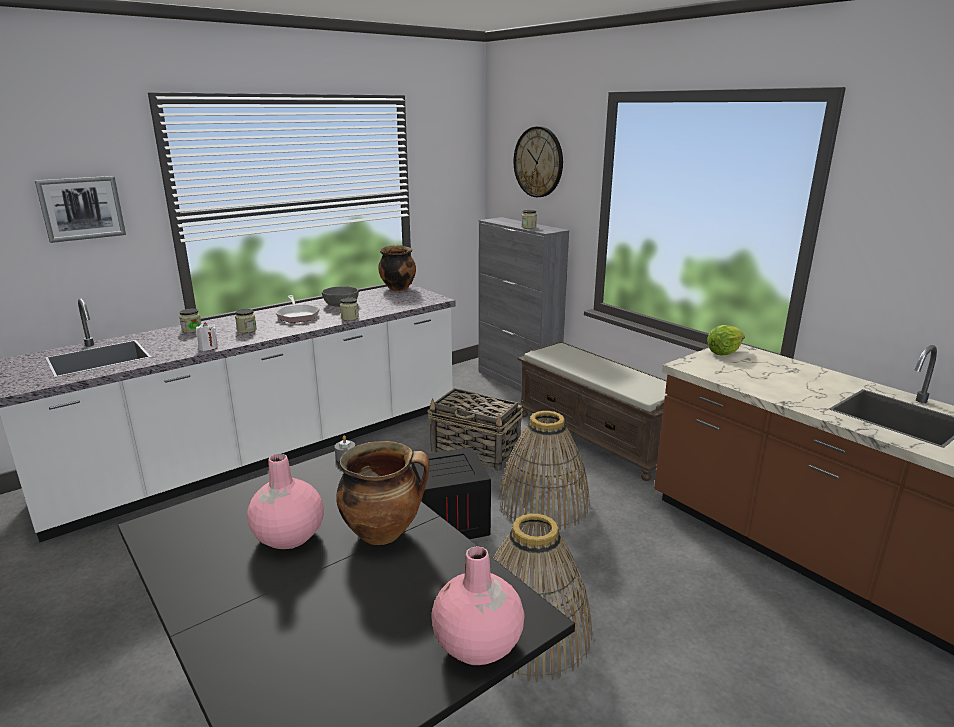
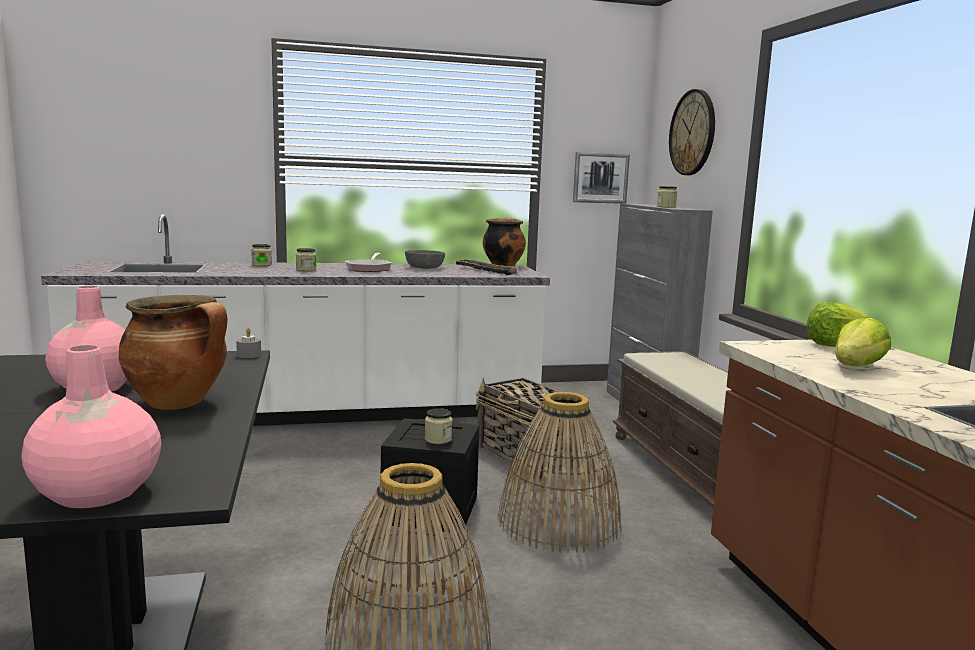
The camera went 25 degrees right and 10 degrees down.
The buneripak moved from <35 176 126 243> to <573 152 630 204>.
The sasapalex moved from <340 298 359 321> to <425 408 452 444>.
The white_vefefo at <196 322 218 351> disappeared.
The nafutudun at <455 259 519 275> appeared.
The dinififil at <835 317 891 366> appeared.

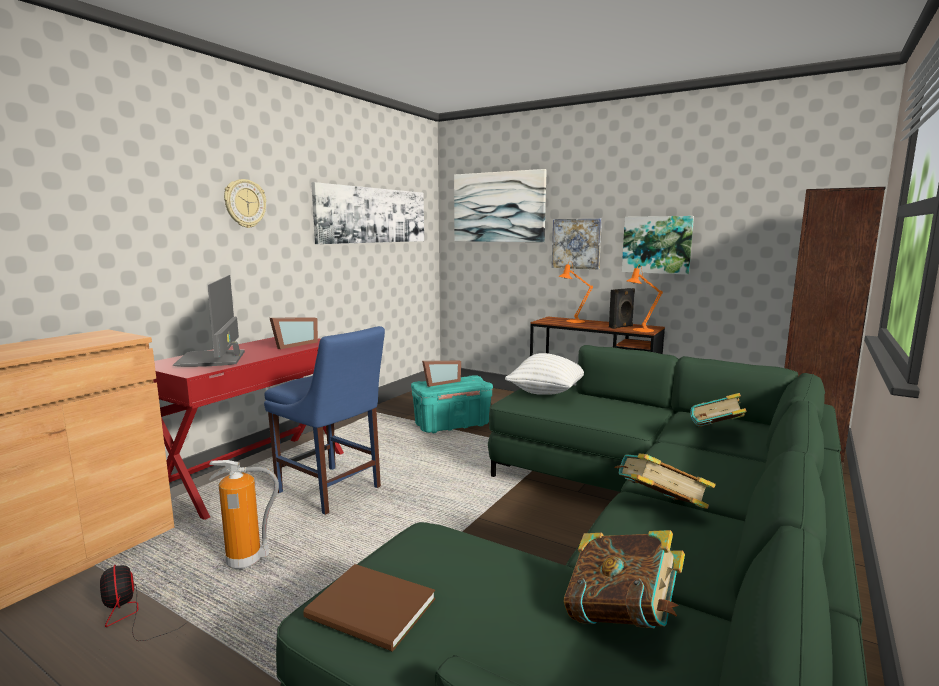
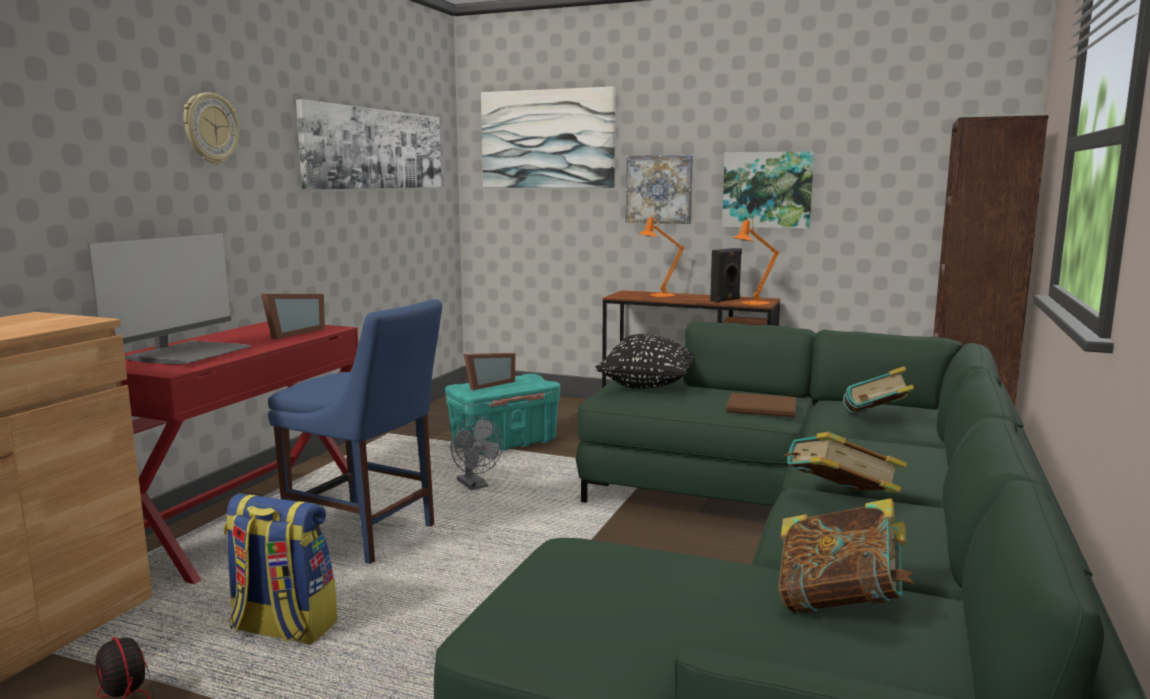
The camera went 10 degrees left and 0 degrees up.
The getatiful at <172 275 245 367> turned 135 degrees counterclockwise.
The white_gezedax at <505 353 584 395> became the black_gezedax at <595 334 695 389>.
The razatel at <209 460 279 569> was replaced by the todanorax at <224 494 337 645>.
The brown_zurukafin moved from <303 564 435 652> to <726 393 796 417>.
The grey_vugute at <451 416 503 490> appeared.

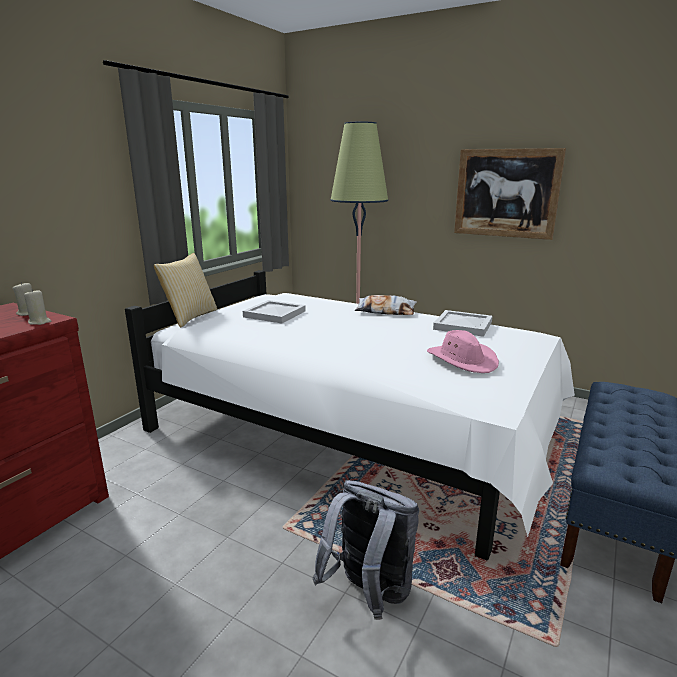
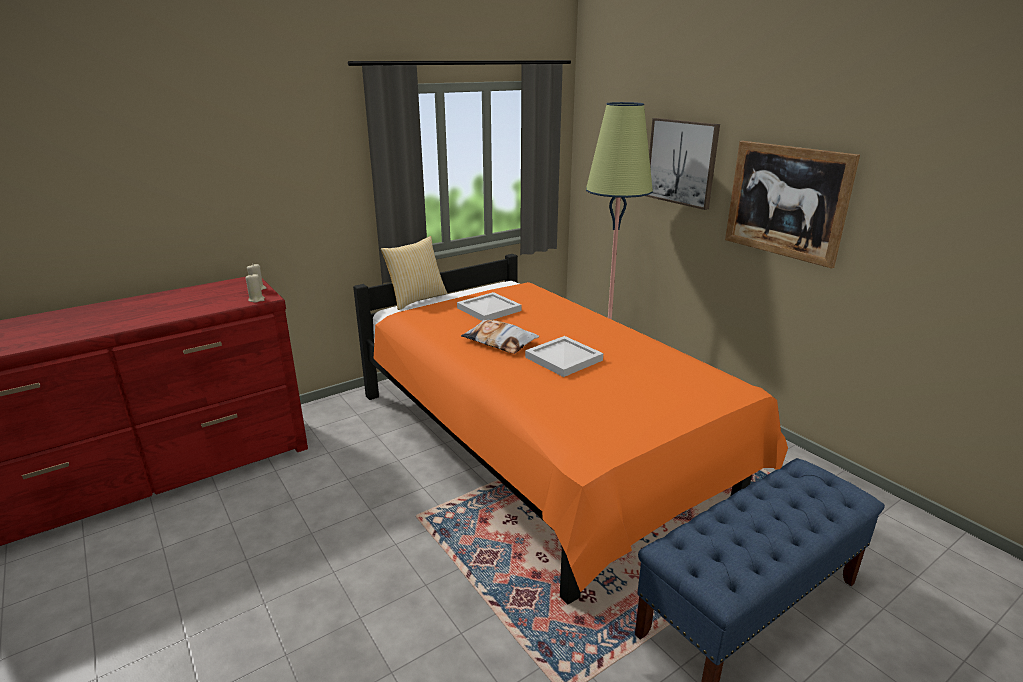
The camera went 25 degrees right and 5 degrees up.
The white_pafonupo at <125 270 575 560> became the orange_pafonupo at <353 254 788 604>.
The gezedax moved from <355 295 417 315> to <461 319 539 354>.
The white_nafutudun moved from <433 310 493 337> to <525 336 603 377>.
The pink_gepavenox at <427 330 499 373> disappeared.
The grey_todanorax at <313 480 419 620> disappeared.
The buneripak at <646 118 720 210> appeared.

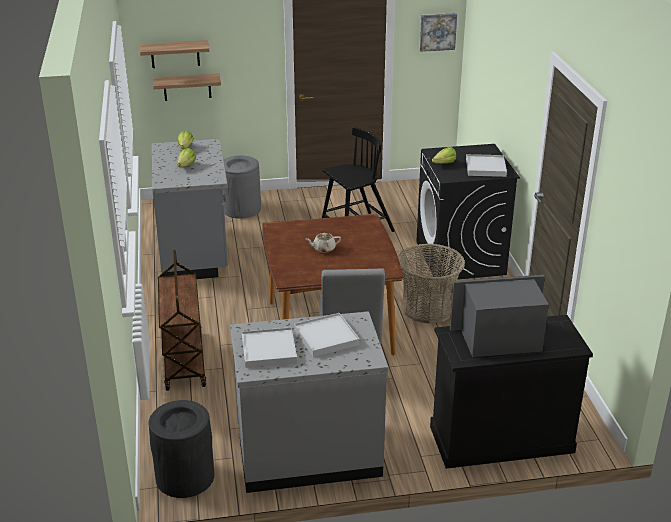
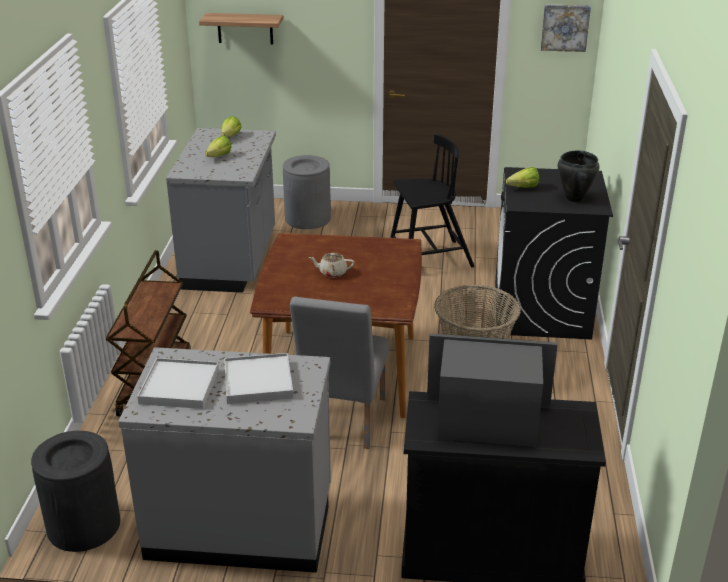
The camera went 15 degrees right and 0 degrees up.
The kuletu at <153 73 221 101> disappeared.
The white_nafutudun at <466 154 507 177> was replaced by the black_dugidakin at <557 151 599 202>.

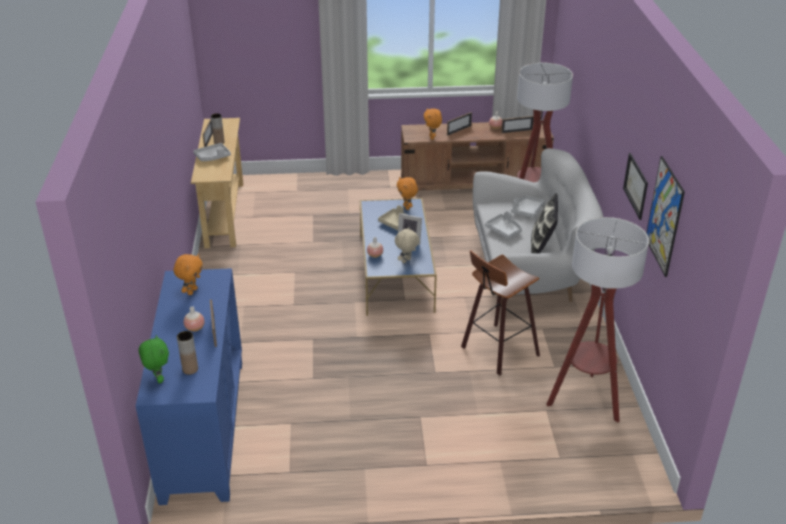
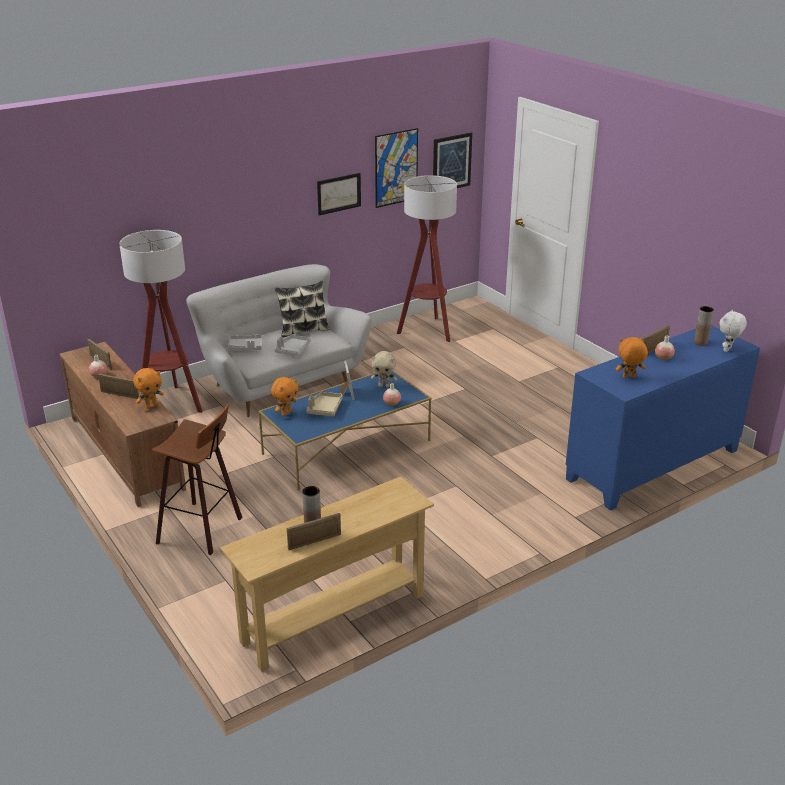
The camera went 120 degrees left and 5 degrees down.
The grey_nafutudun at <193 143 231 161> disappeared.
The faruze moved from <461 250 540 376> to <152 404 242 555>.
The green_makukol at <139 335 169 383> became the white_makukol at <720 310 747 352>.
The buneripak at <433 132 472 188> appeared.

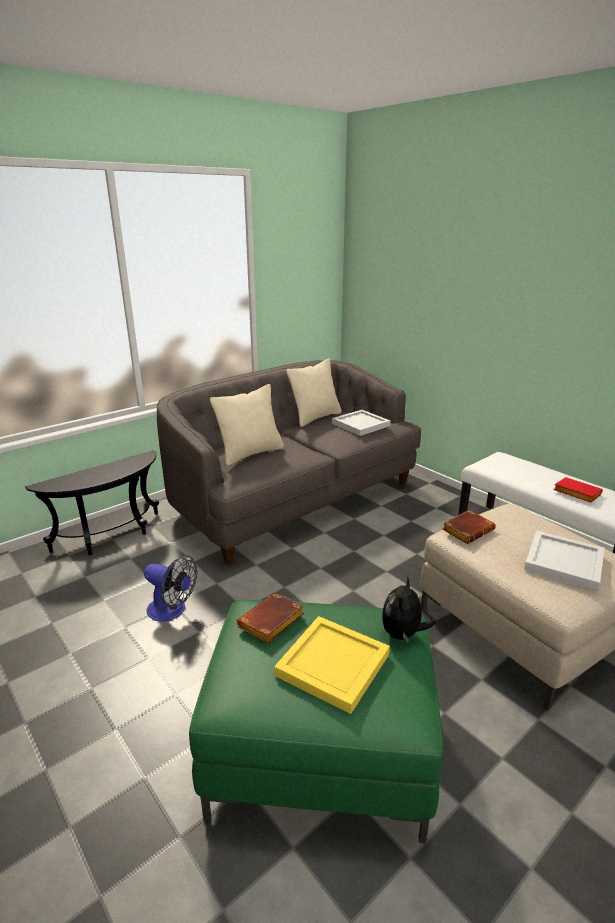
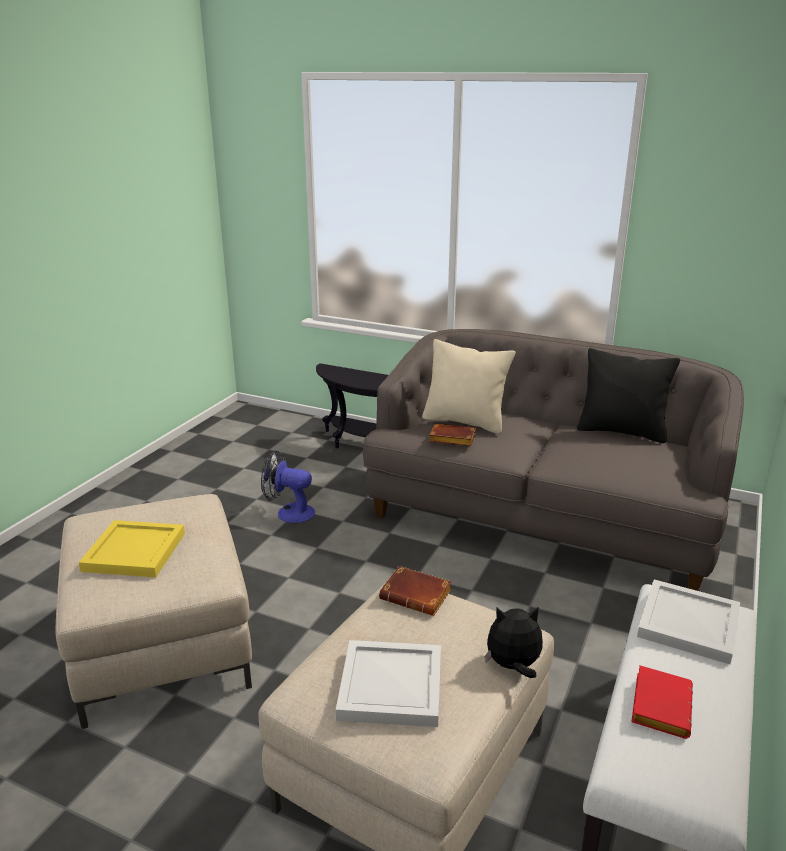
The camera went 65 degrees right and 0 degrees up.
The beige_gezedax at <286 358 342 427> became the black_gezedax at <577 348 680 443>.
The white_nafutudun moved from <332 410 390 436> to <637 579 740 664>.
The vugute at <144 555 197 622> turned 105 degrees clockwise.
The makukol moved from <382 576 435 644> to <485 607 543 678>.
The brown_zurukafin moved from <237 592 304 644> to <429 424 476 446>.
The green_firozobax at <189 600 443 844> became the beige_firozobax at <56 494 252 729>.

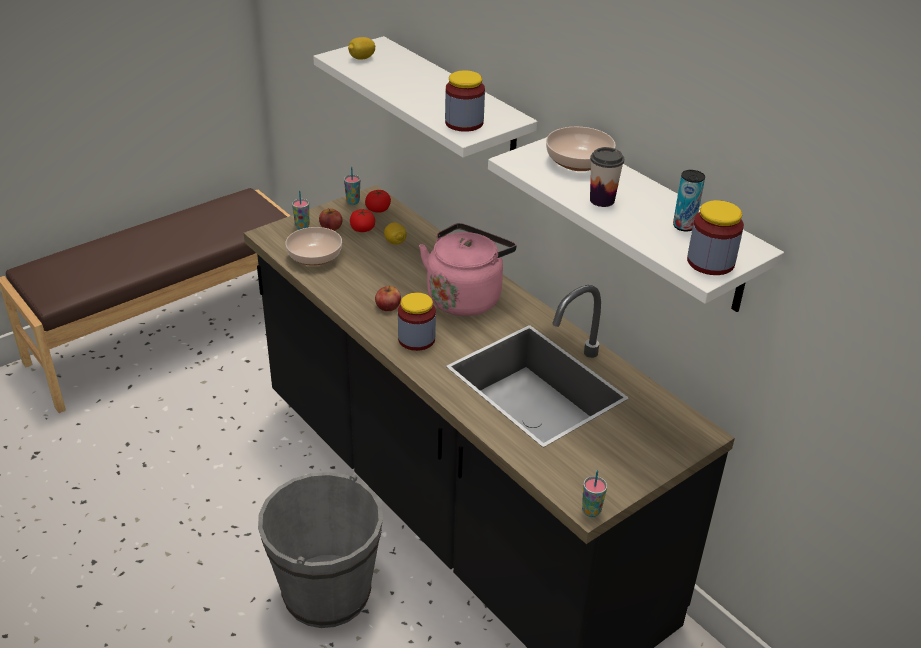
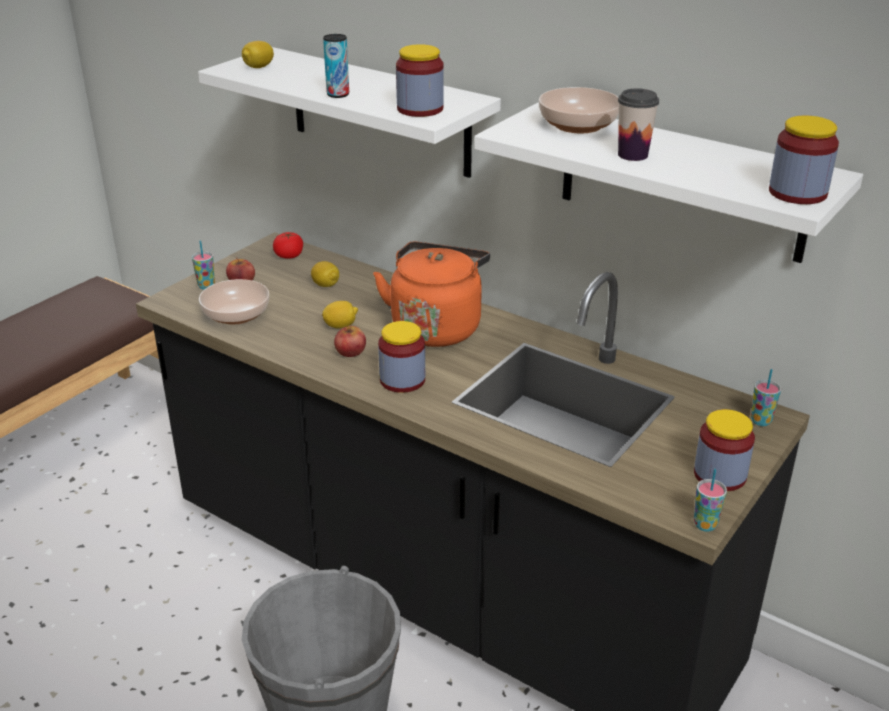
The camera went 15 degrees left and 5 degrees down.
The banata moved from <344 167 360 205> to <751 369 781 426>.
The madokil moved from <673 170 705 232> to <323 34 349 98>.
The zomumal at <350 209 375 232> disappeared.
The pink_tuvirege at <419 223 516 316> became the orange_tuvirege at <373 242 490 347>.
The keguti at <322 301 358 328> appeared.
The sasapalex at <694 409 755 491> appeared.

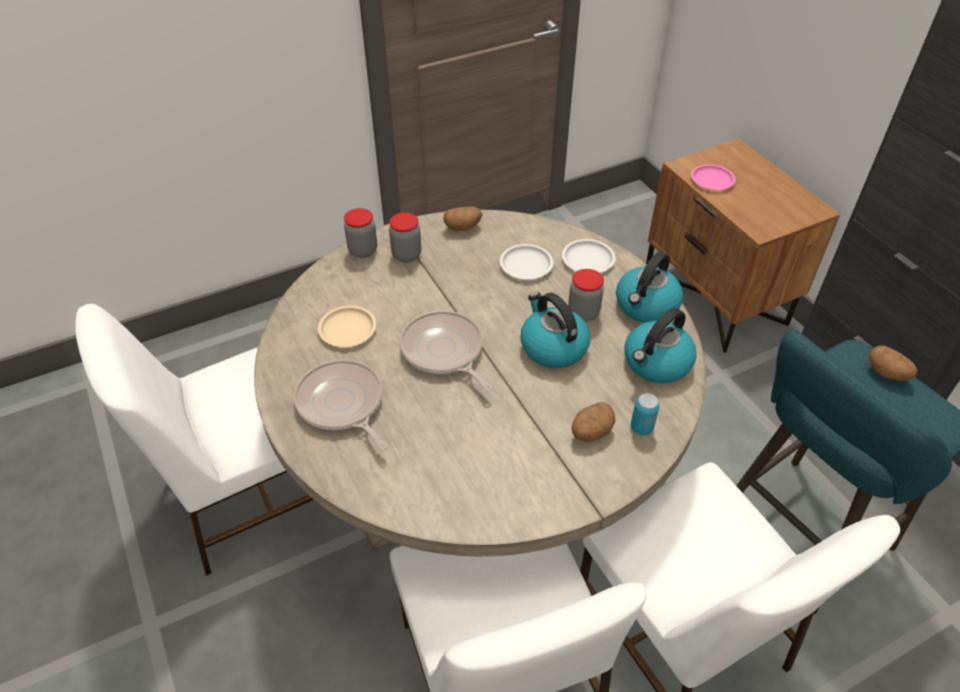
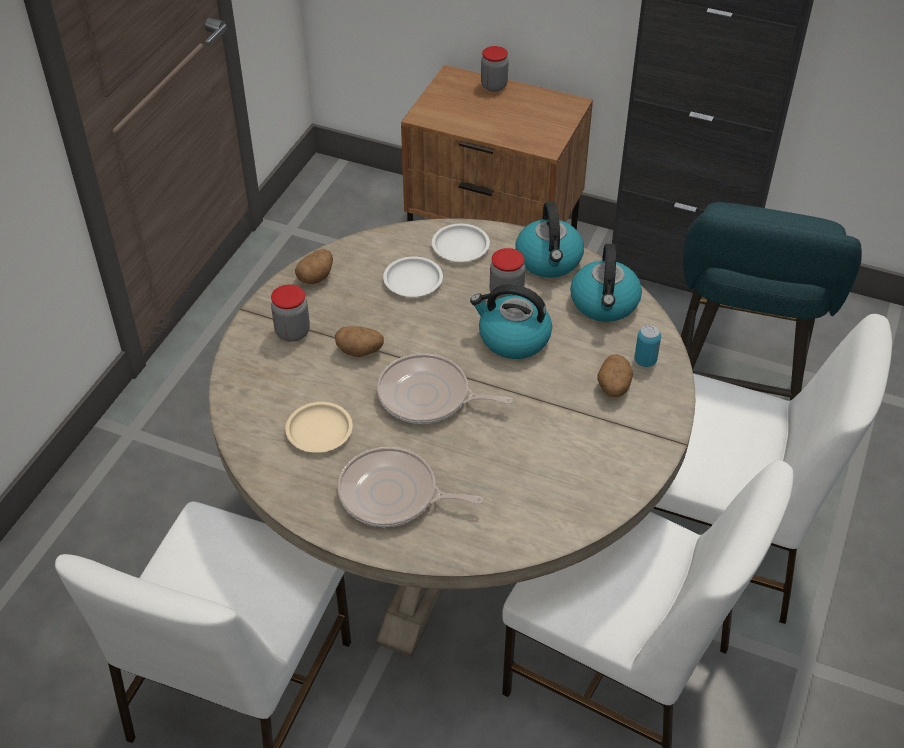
The camera went 40 degrees left and 0 degrees up.
The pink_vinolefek at <691 164 736 190> disappeared.
The sasapalex moved from <344 208 377 258> to <481 46 509 92>.
The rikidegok moved from <869 346 917 381> to <335 326 384 357>.

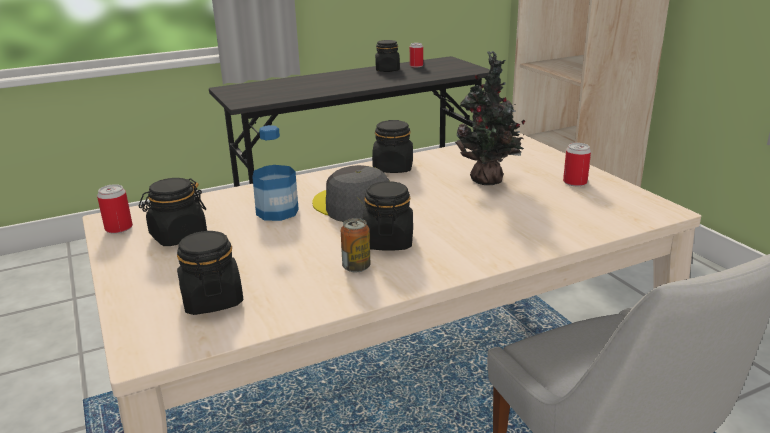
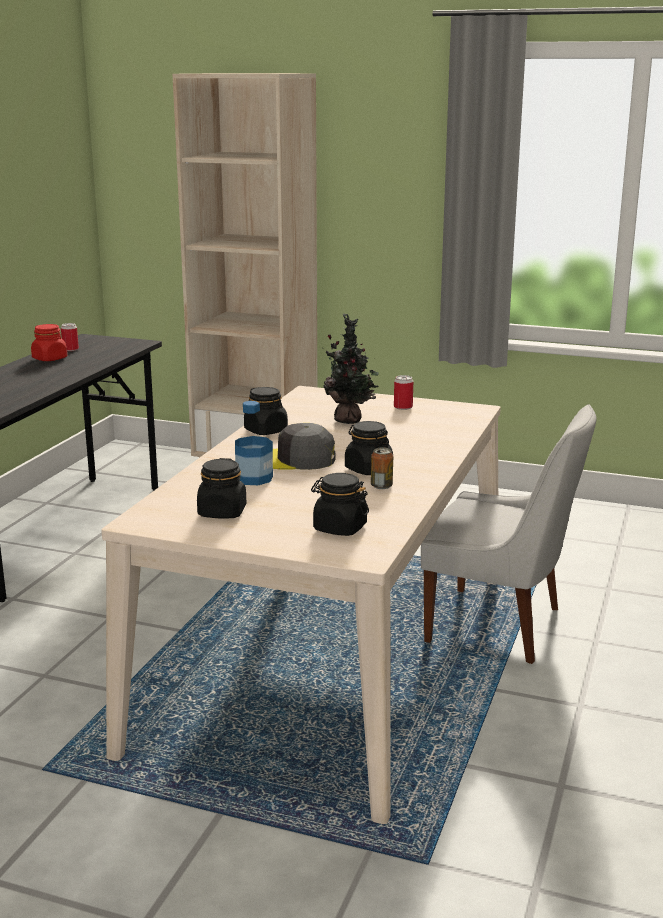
The camera went 45 degrees left and 5 degrees down.
The black_sasapalex at <375 40 400 72> became the red_sasapalex at <31 324 67 361>.
The madokil at <97 184 133 234> disappeared.

